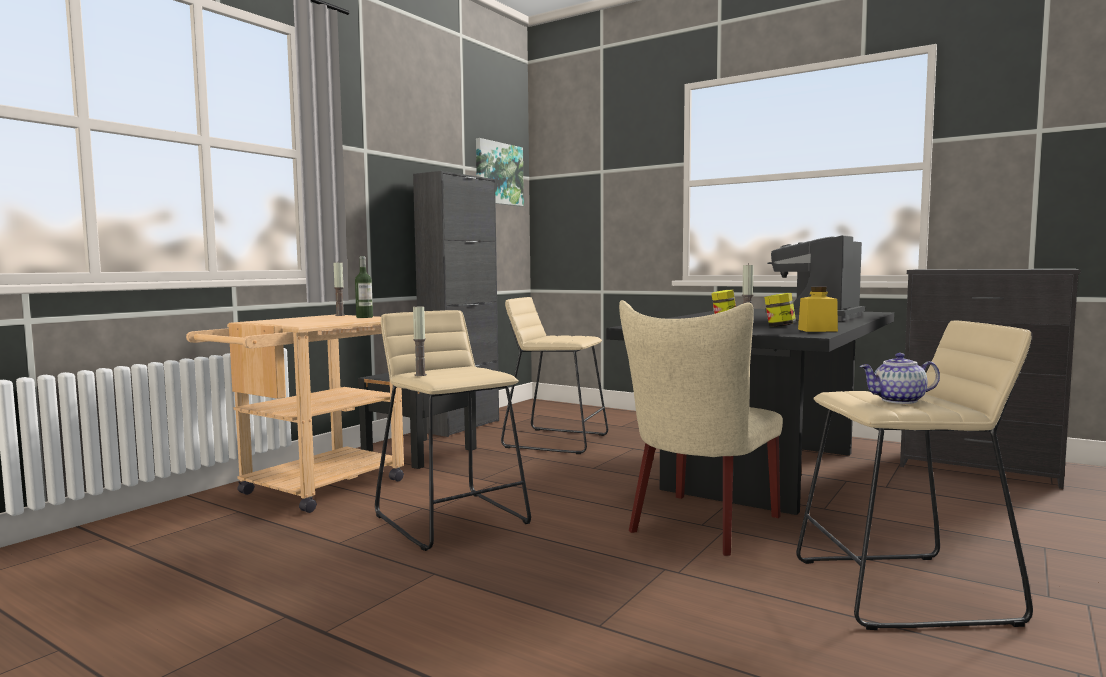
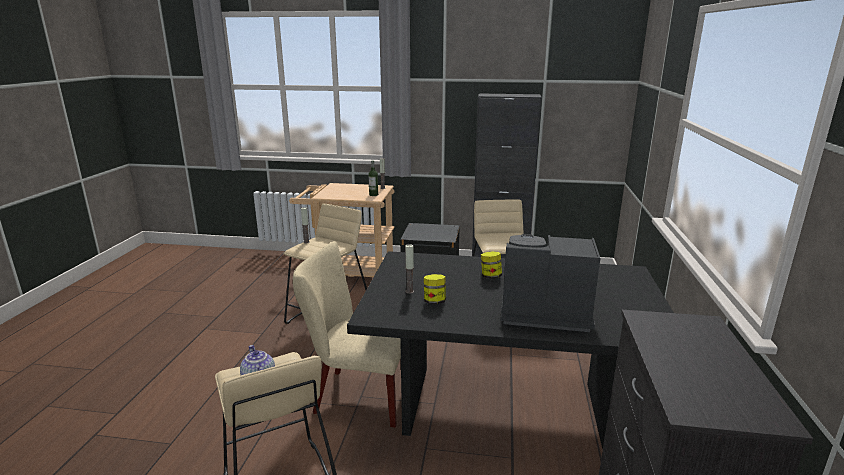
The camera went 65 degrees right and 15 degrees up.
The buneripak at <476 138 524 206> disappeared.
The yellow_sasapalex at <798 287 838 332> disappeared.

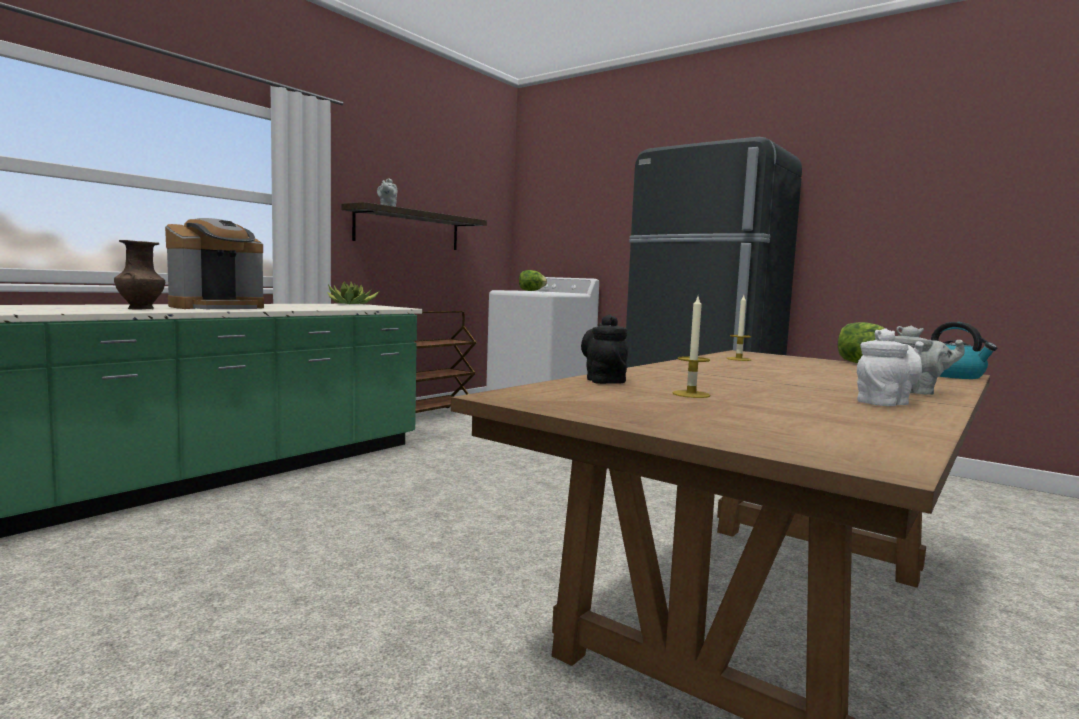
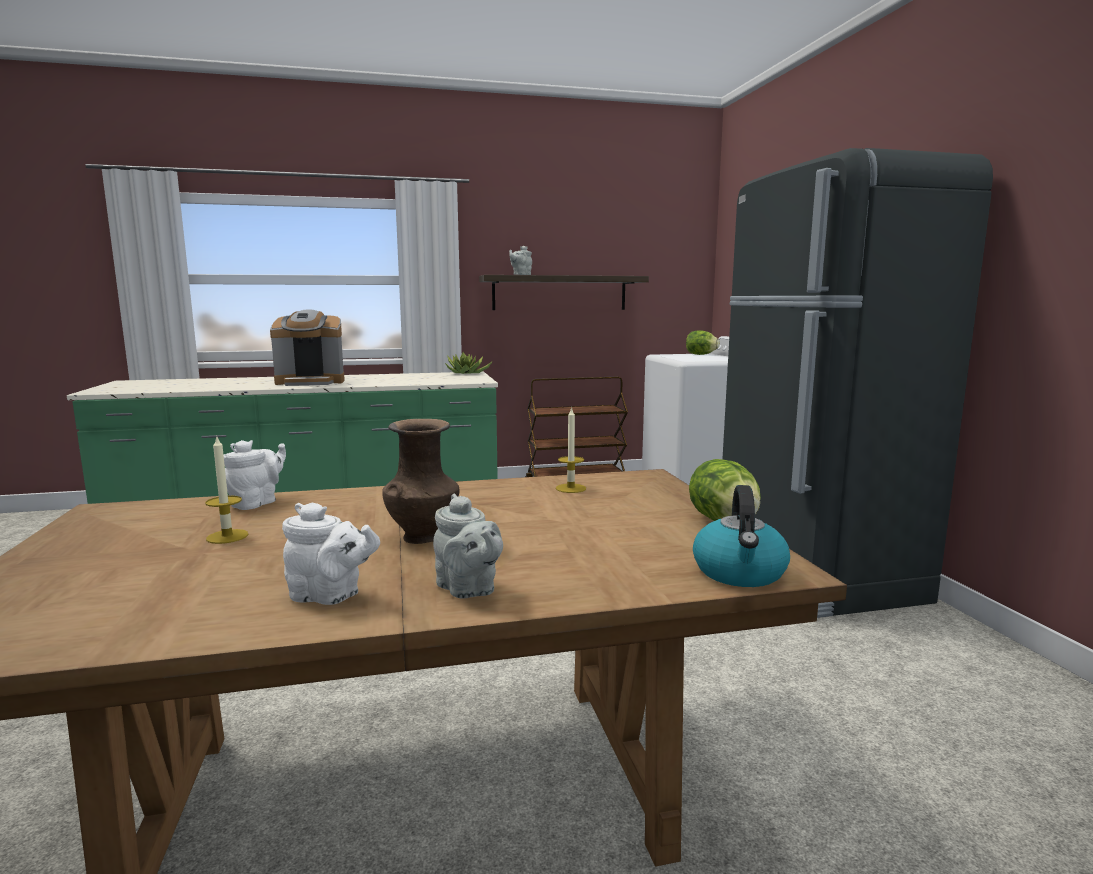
The camera went 40 degrees right and 5 degrees up.
The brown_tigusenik moved from <114 240 165 309> to <382 419 459 544>.
The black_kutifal at <581 314 628 384> became the white_kutifal at <224 440 286 510>.

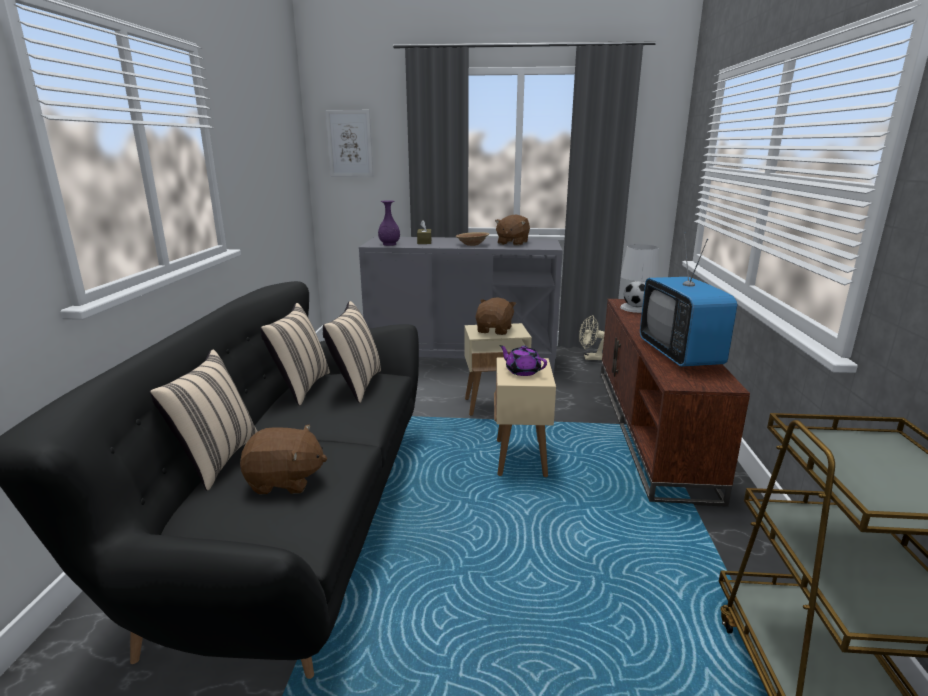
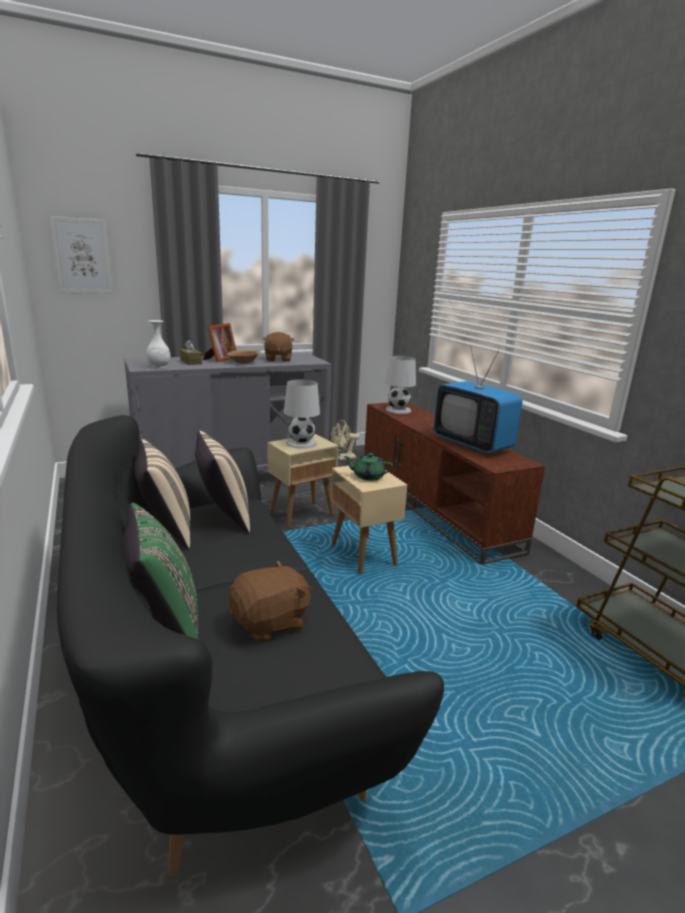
The camera went 30 degrees left and 0 degrees up.
The purple_tigusenik at <378 200 400 246> became the white_tigusenik at <146 320 171 368>.
The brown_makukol at <476 297 516 335> was replaced by the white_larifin at <284 379 320 449>.
The purple_kutifal at <499 345 547 376> became the green_kutifal at <344 453 394 481>.
The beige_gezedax at <150 350 258 491> became the green_gezedax at <123 503 198 639>.
The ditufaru at <203 323 237 362> appeared.

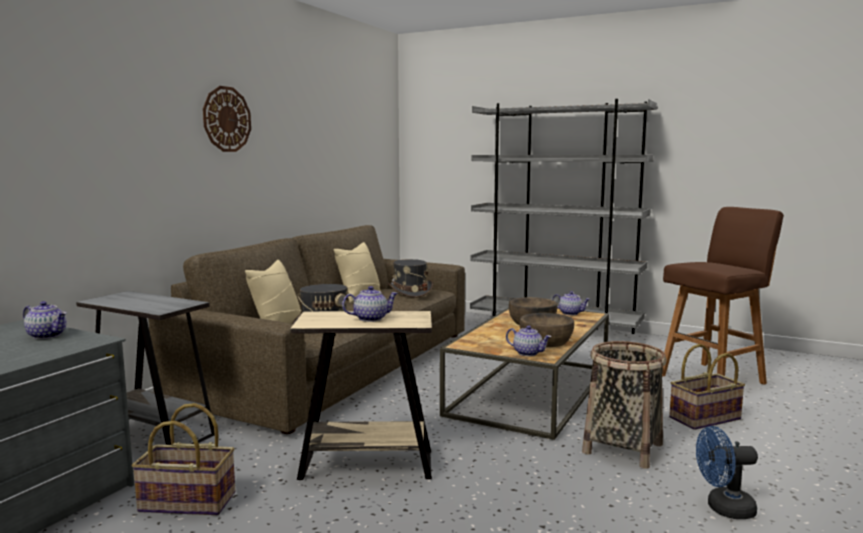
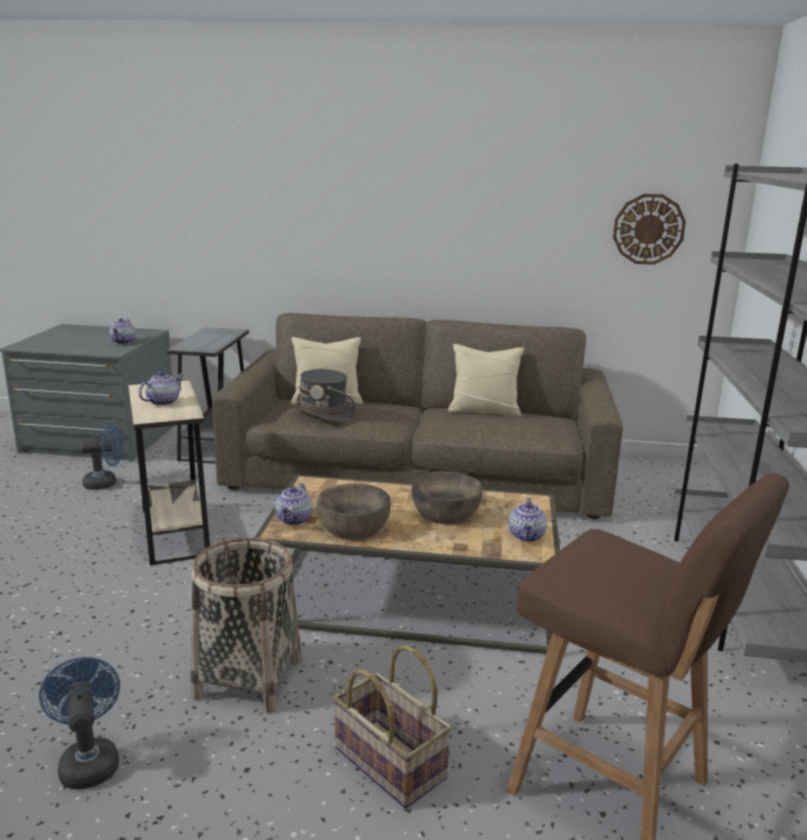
The camera went 70 degrees right and 10 degrees up.
The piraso moved from <203 86 251 152> to <613 194 686 265>.
The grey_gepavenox at <387 259 433 298> disappeared.
The kutifal at <342 286 398 322> turned 105 degrees counterclockwise.
The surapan at <132 403 235 515> was replaced by the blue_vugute at <80 424 123 490>.

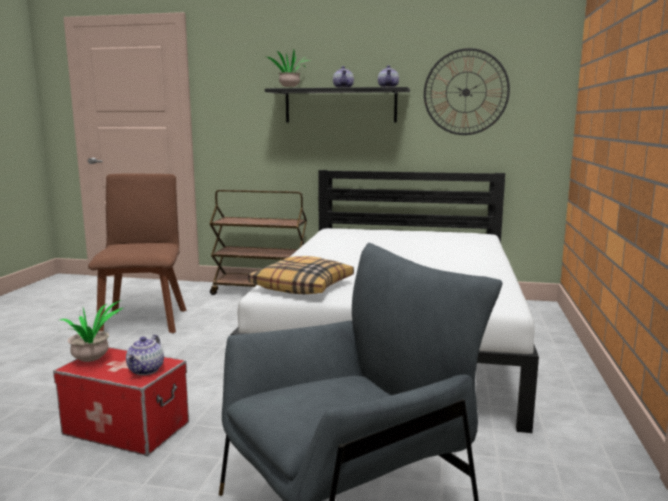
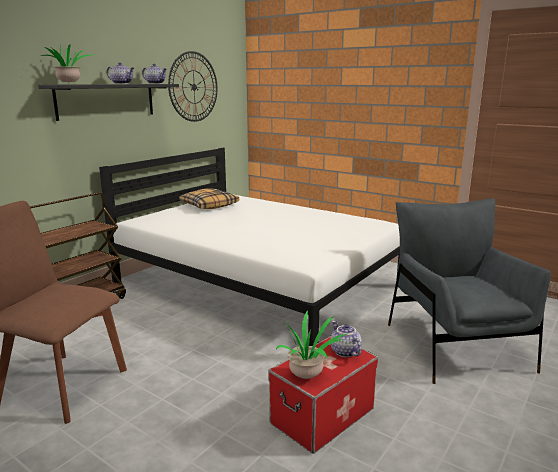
The camera went 65 degrees left and 5 degrees up.
The gezedax moved from <248 256 354 294> to <179 189 239 209>.
The kutifal at <126 335 164 375> turned 150 degrees counterclockwise.

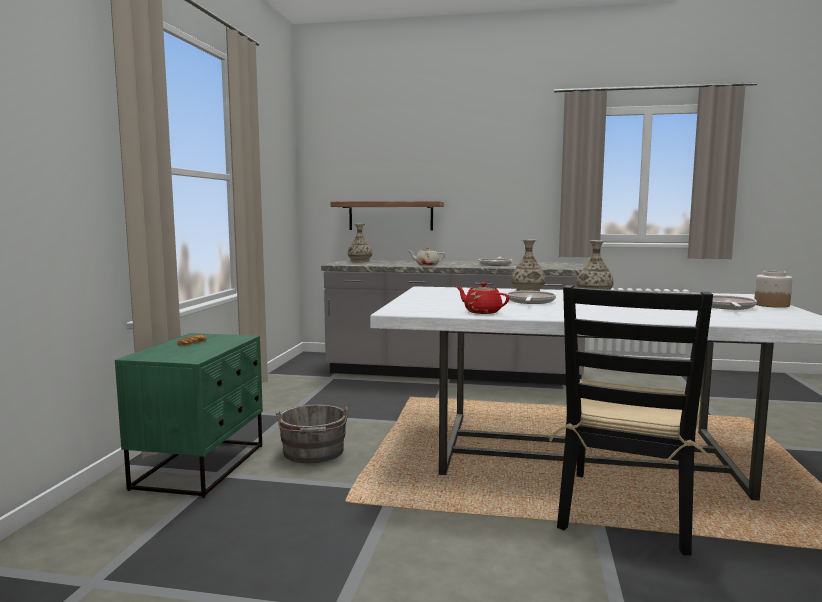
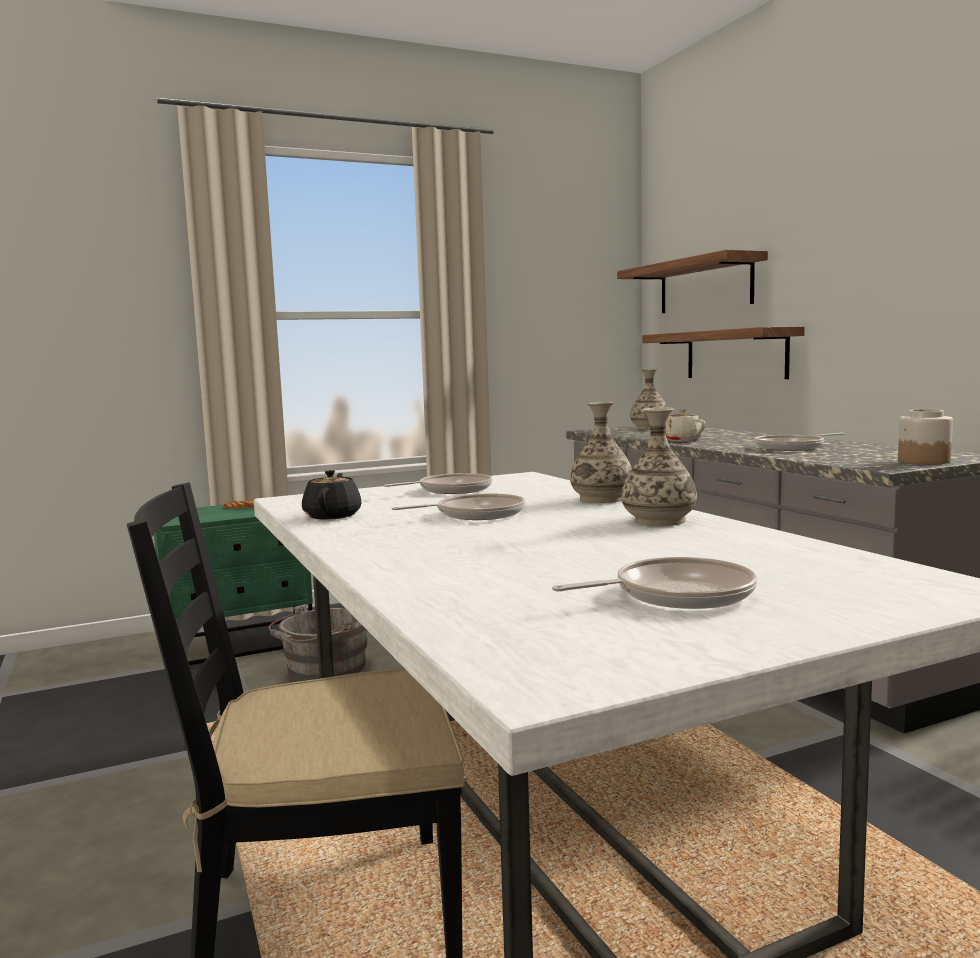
The camera went 55 degrees right and 0 degrees up.
The sasapalex moved from <754 271 793 308> to <898 409 953 464>.
The red_kutifal at <457 283 510 314> became the black_kutifal at <302 470 362 520>.
The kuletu at <617 250 768 313> appeared.
The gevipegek at <384 473 493 494> appeared.

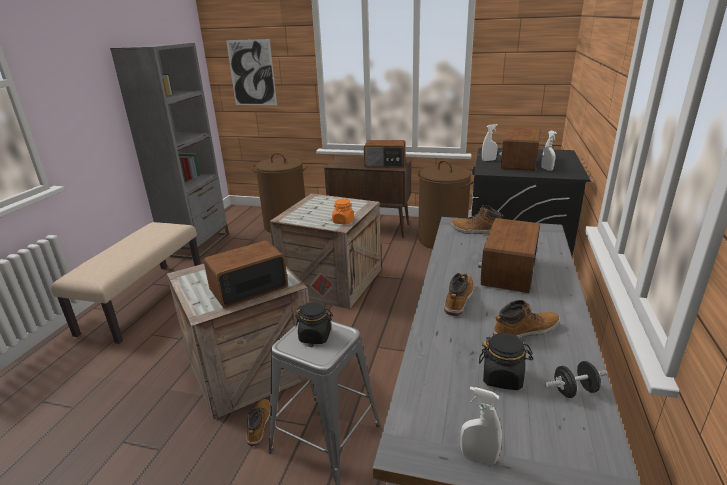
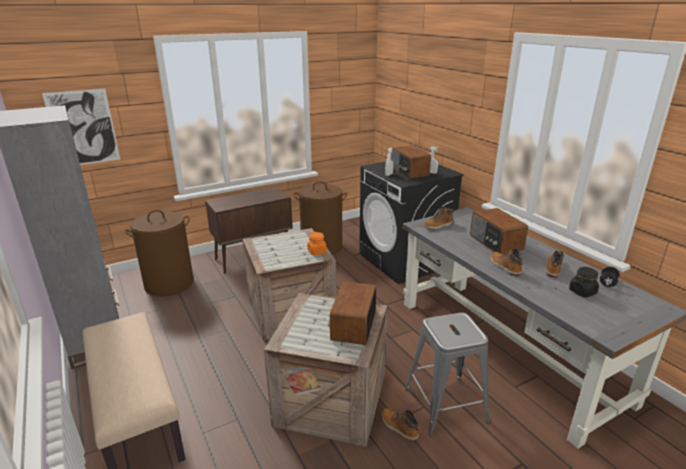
The camera went 45 degrees left and 0 degrees up.
The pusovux at <364 140 406 168> disappeared.
The black_sasapalex at <295 302 333 344> disappeared.
The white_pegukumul at <460 387 502 465> disappeared.

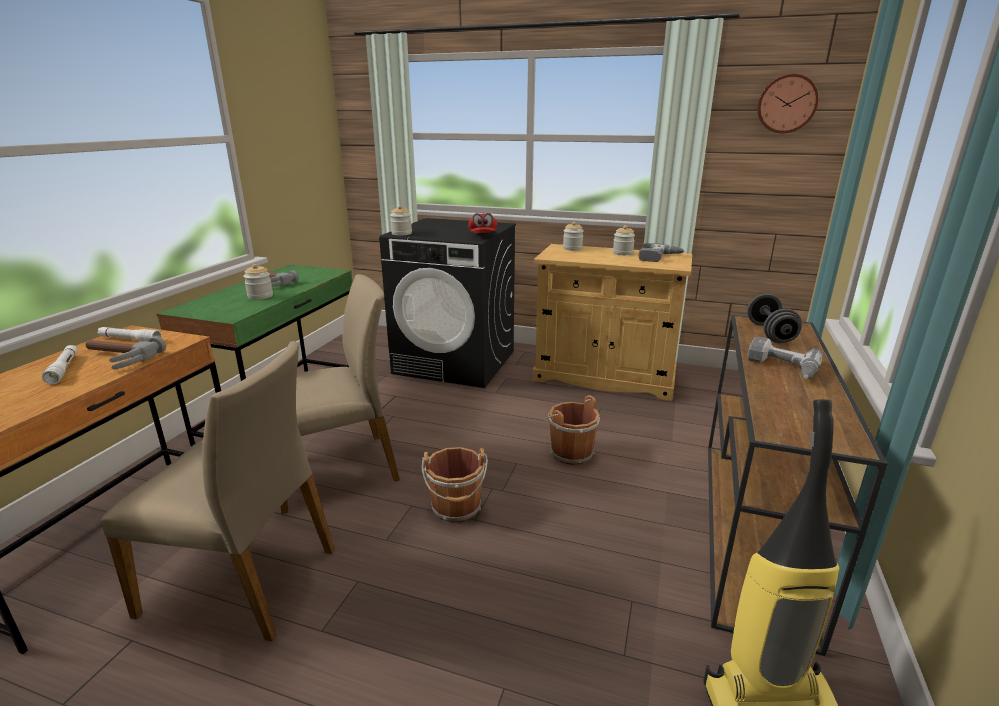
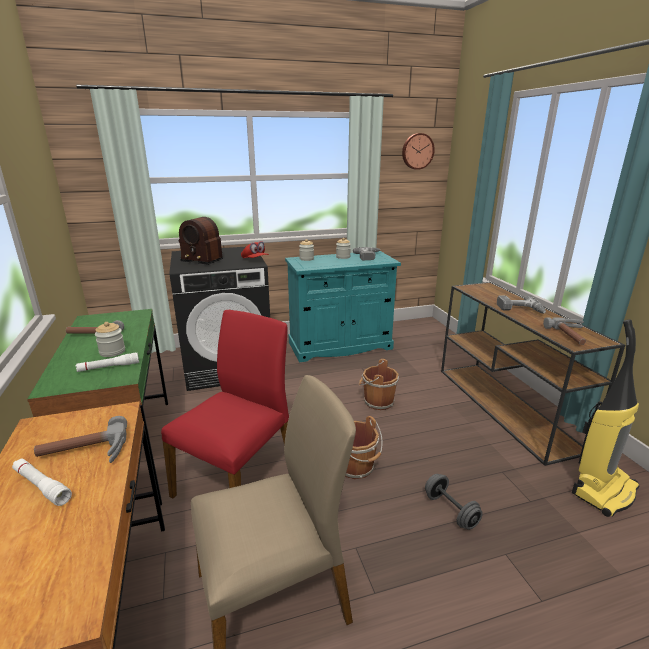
The camera went 35 degrees left and 0 degrees up.
The sasapalex at <390 205 412 236> disappeared.
The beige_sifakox at <533 244 692 401> became the turquoise_sifakox at <285 251 401 362>.
The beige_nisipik at <280 274 400 514> became the red_nisipik at <161 310 289 499>.
The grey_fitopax moved from <747 293 802 343> to <425 474 483 530>.
The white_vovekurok moved from <97 327 162 341> to <76 353 139 372>.
The pusovux at <179 217 223 265> appeared.
The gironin at <543 317 586 345> appeared.

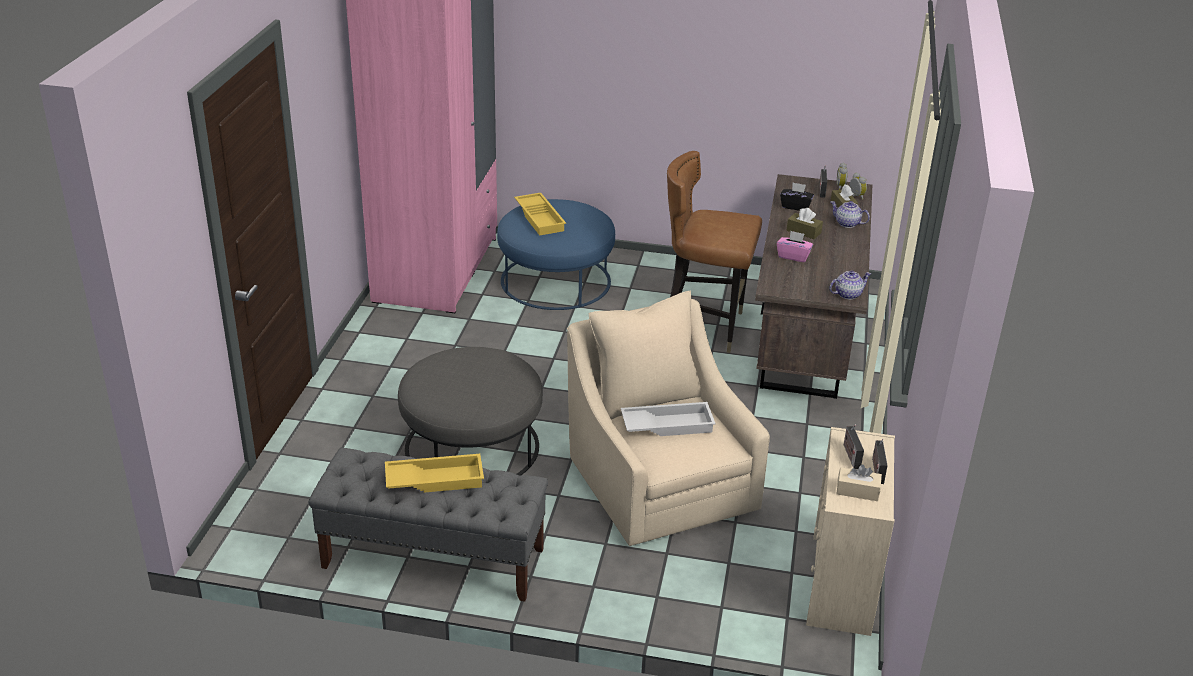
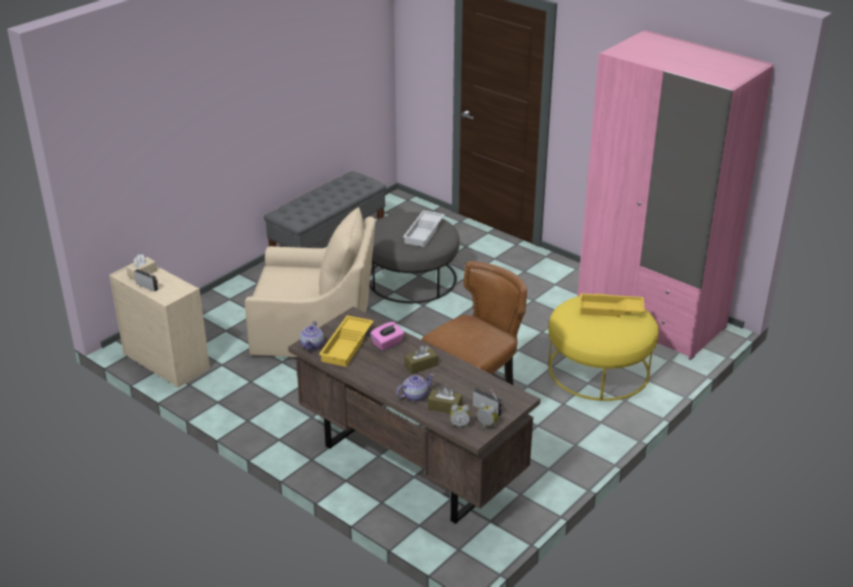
The camera went 120 degrees right and 0 degrees up.
The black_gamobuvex at <780 182 814 211> disappeared.
The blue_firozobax at <497 199 615 310> became the yellow_firozobax at <548 294 659 401>.
The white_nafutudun moved from <621 402 716 436> to <403 210 445 247>.
The pusovux at <844 424 864 469> disappeared.
The yellow_nafutudun moved from <385 454 484 493> to <319 315 374 367>.

